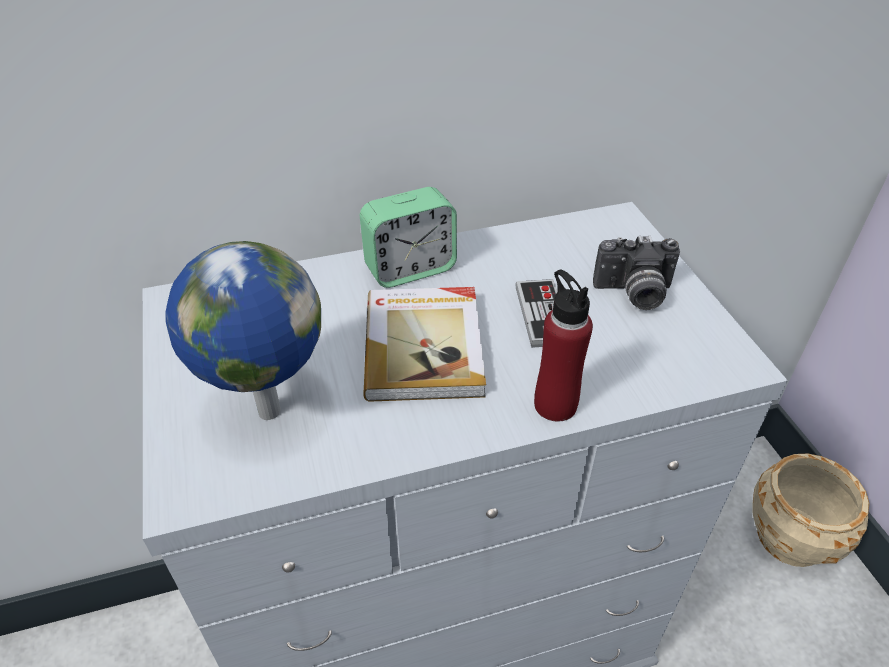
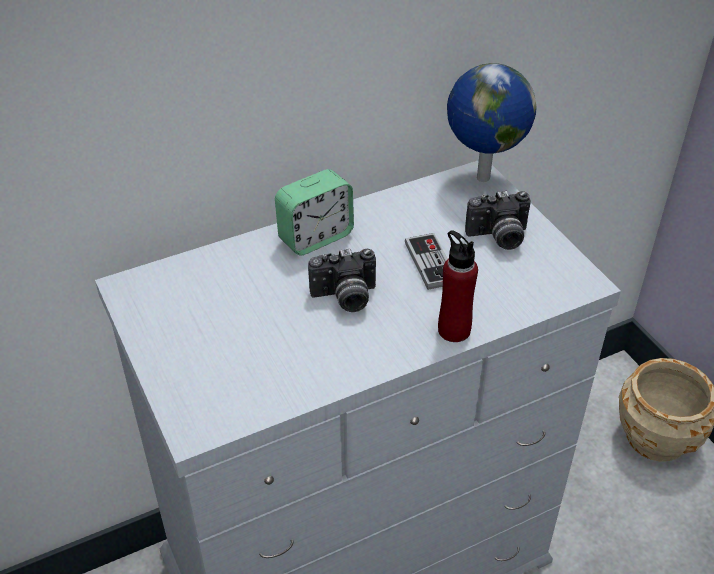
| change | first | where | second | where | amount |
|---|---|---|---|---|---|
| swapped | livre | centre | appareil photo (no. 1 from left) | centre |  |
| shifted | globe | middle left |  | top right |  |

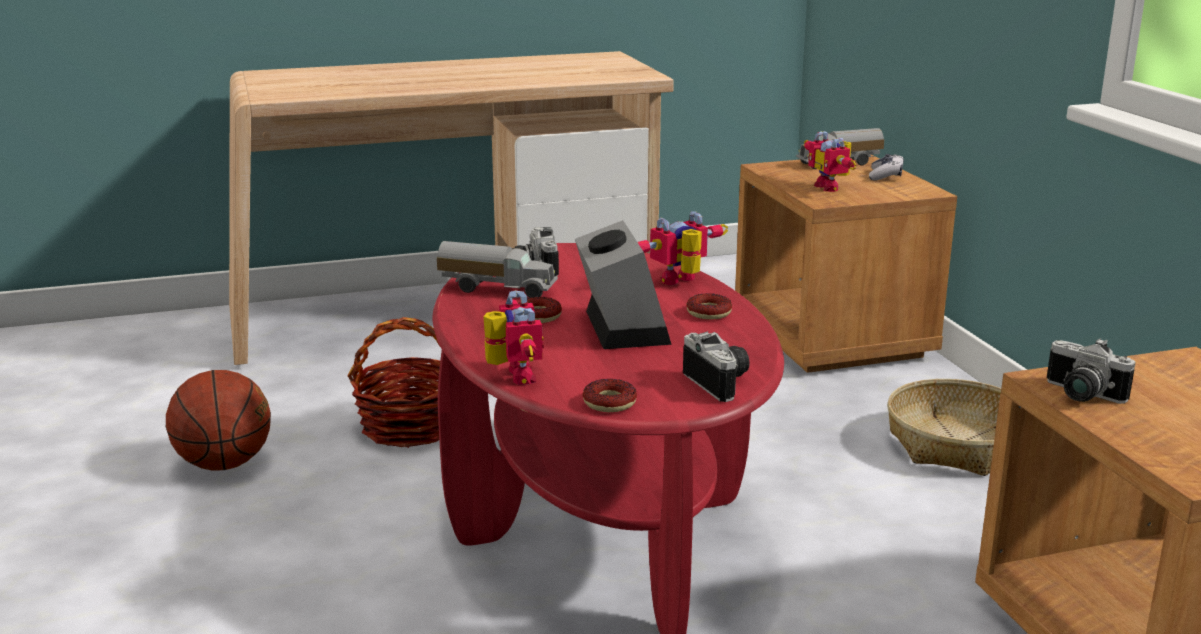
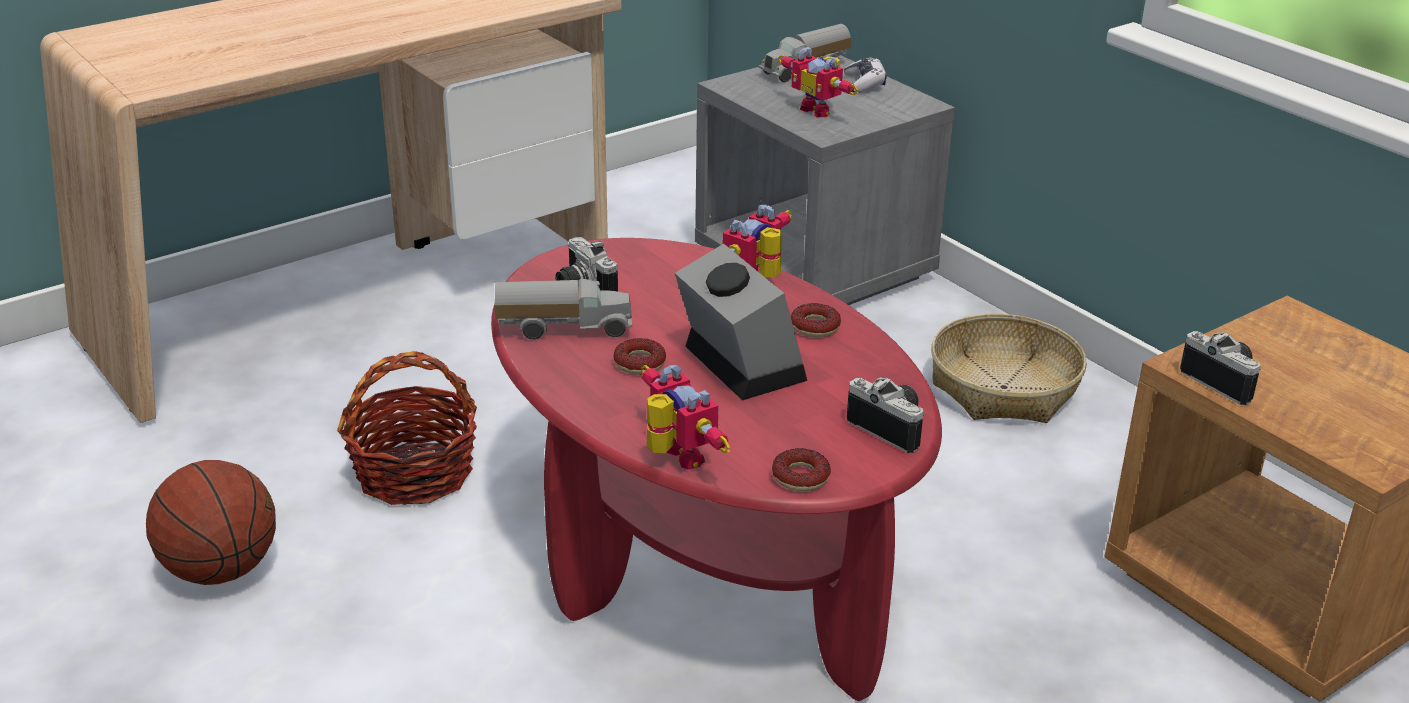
| change | first | where | second | where | amount |
|---|---|---|---|---|---|
| repainted | table de chevet (marron) (no. 1 from left) | middle right | table de chevet (gris) | top centre |  |
| rotated | appareil photo (no. 3 from left) | middle right |  | middle right | 150 degrees counterclockwise |

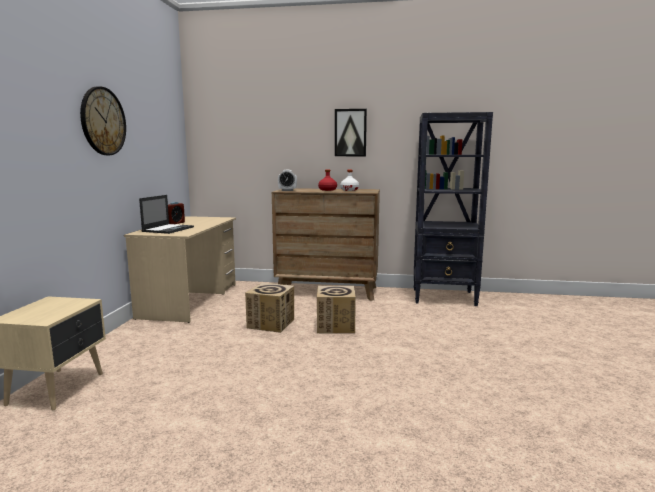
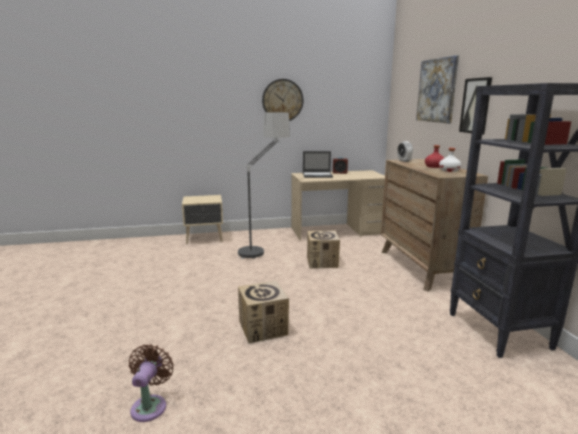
| change | first | where | second | where | amount |
|---|---|---|---|---|---|
| new |  |  | ventilateur (marron) | bottom left |  |
| new |  |  | lampadaire | centre |  |
| shifted | carton (no. 2 from left in the first image) | centre | carton (no. 1 from left) | bottom centre |  |
| new |  |  | tableau (no. 1 from left) | top right |  |

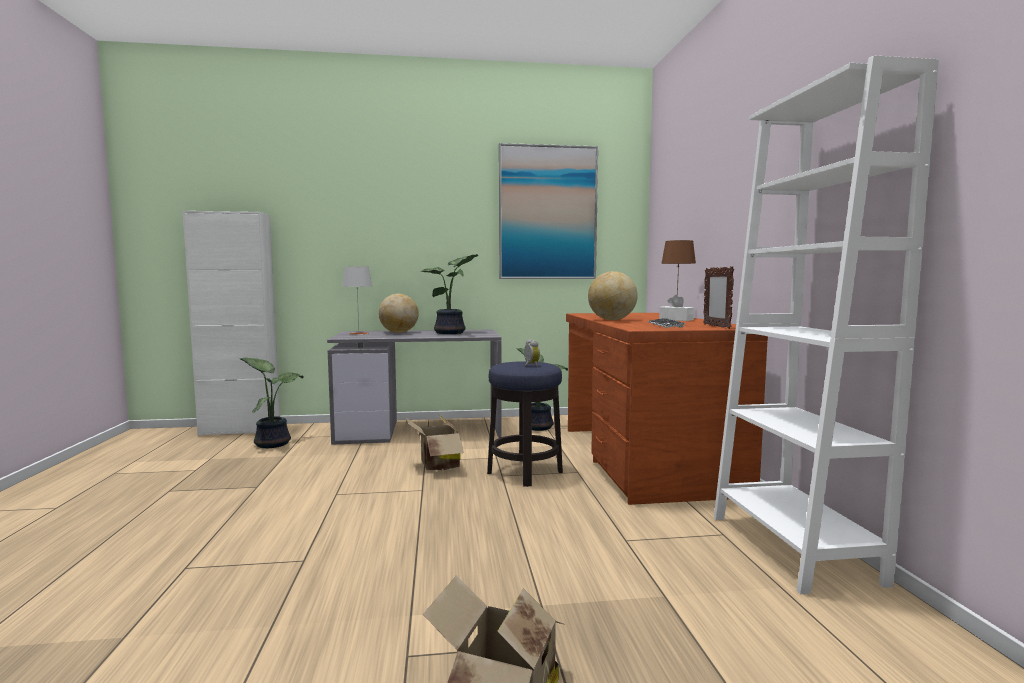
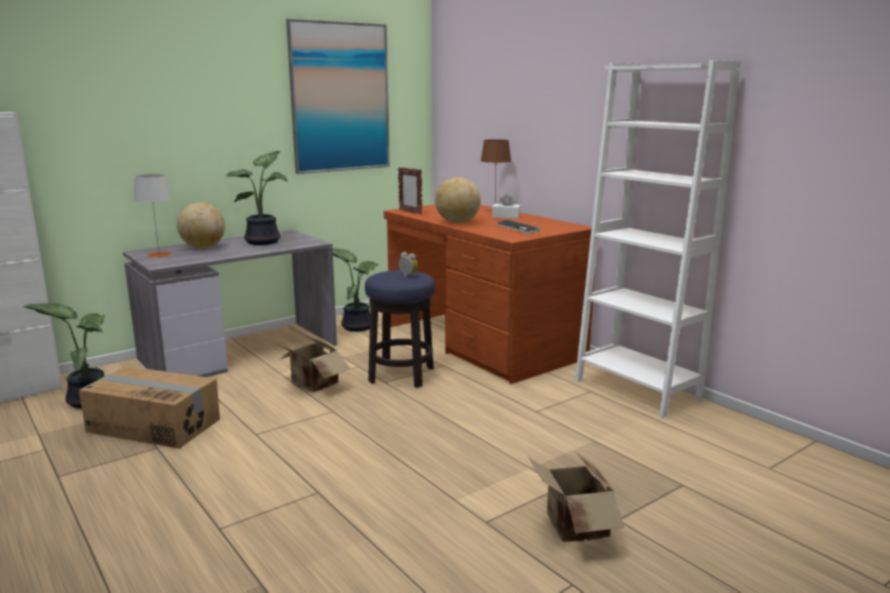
| change | first | where | second | where | amount |
|---|---|---|---|---|---|
| new |  |  | carton (no. 1 from left) | bottom left |  |
| shifted | cadre photo | middle right |  | top centre |  |

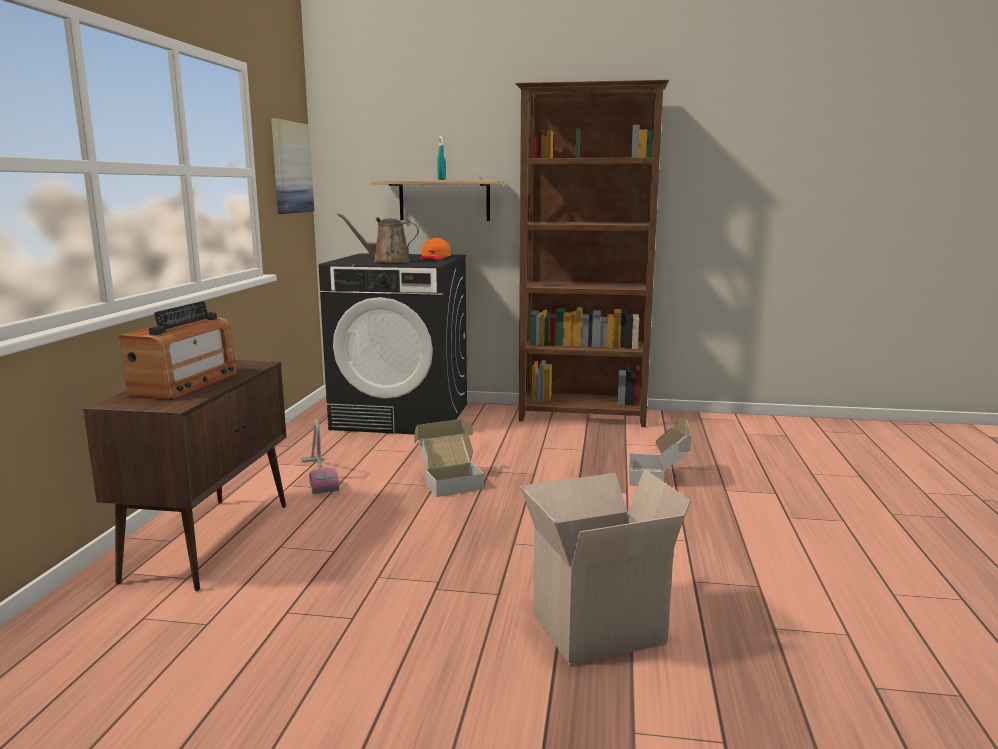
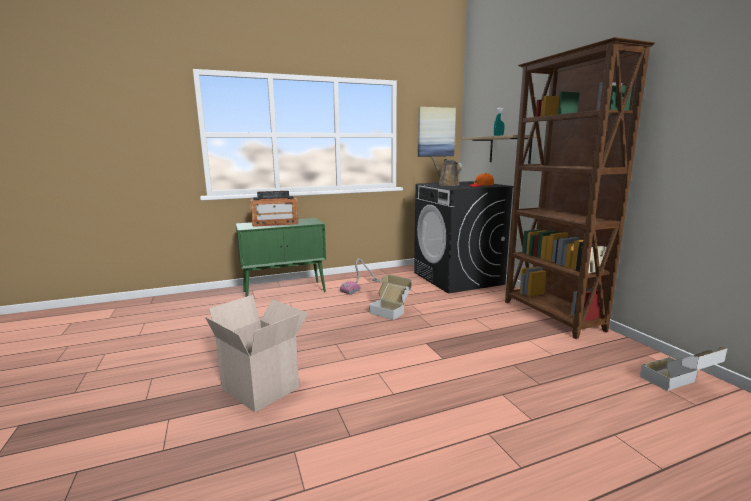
| change | first | where | second | where | amount |
|---|---|---|---|---|---|
| repainted | meuble de rangement (marron) | middle left | meuble de rangement (vert) | centre |  |
| shifted | carton (no. 3 from left) | centre |  | bottom right |  |

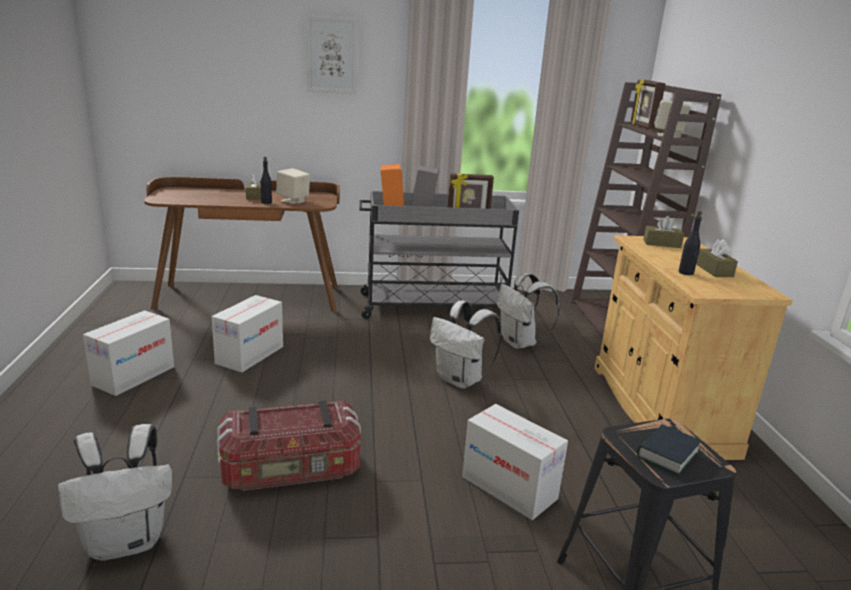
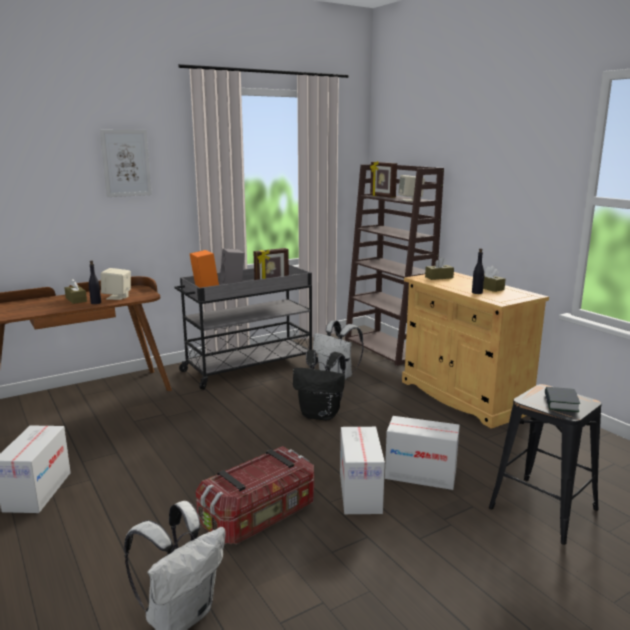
| change | first | where | second | where | amount |
|---|---|---|---|---|---|
| repainted | sac à dos (blanc) (no. 2 from left) | centre | sac à dos (noir) | centre |  |
| shifted | carton (no. 2 from left) | middle left |  | bottom centre |  |

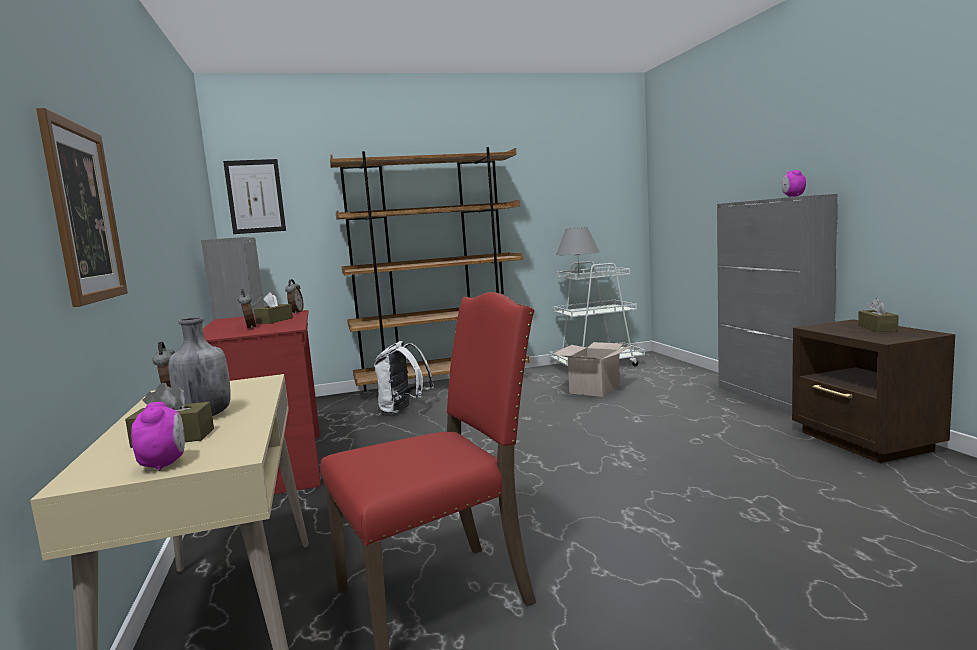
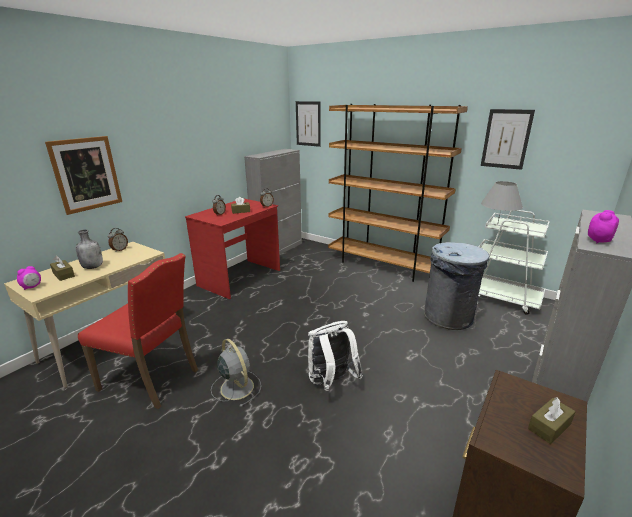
| change | first | where | second | where | amount |
|---|---|---|---|---|---|
| new |  |  | ventilateur (gris) | bottom centre |  |
| shifted | sac à dos (blanc) | centre |  | bottom centre |  |
| swapped | carton | centre | poubelle (gris) | middle right |  |
| new |  |  | tableau (no. 3 from left) | top right |  |

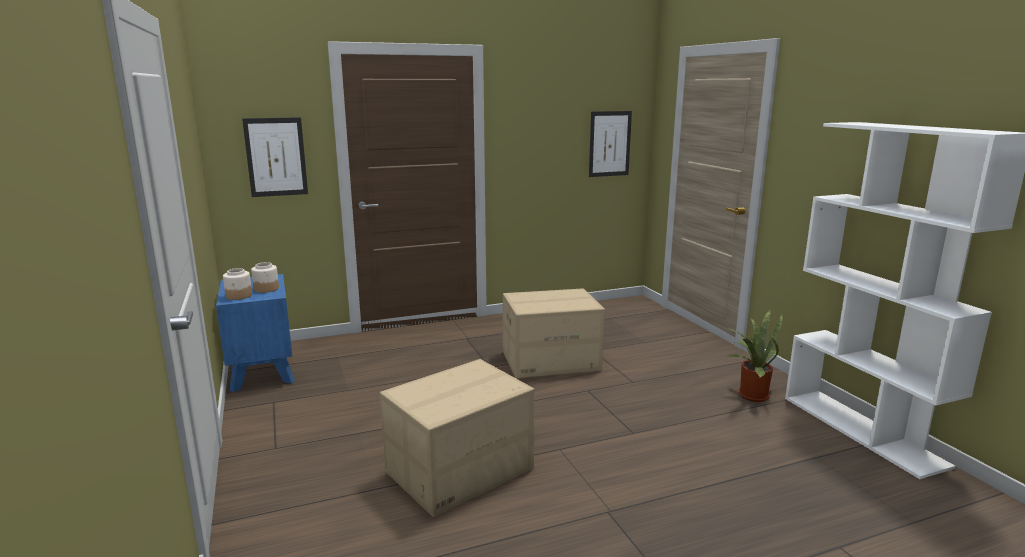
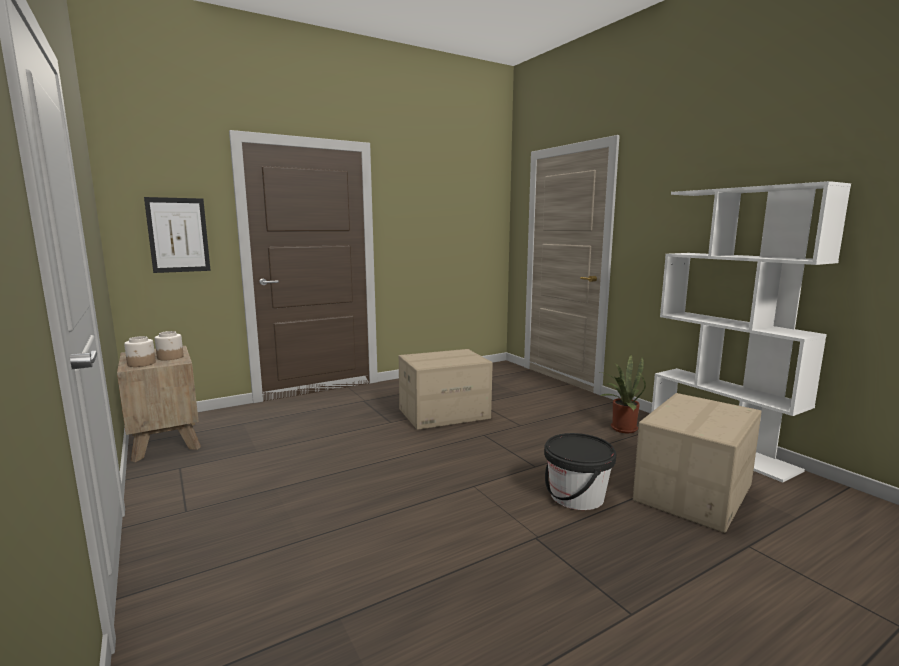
| change | first | where | second | where | amount |
|---|---|---|---|---|---|
| repainted | table de chevet (bleu) | middle left | table de chevet (marron) | middle left |  |
| new |  |  | seau (noir) | bottom centre |  |
| shifted | carton (no. 1 from left in the first image) | bottom centre | carton (no. 2 from left) | bottom right |  |
| gone | tableau (no. 2 from left) | top centre |  |  |  |

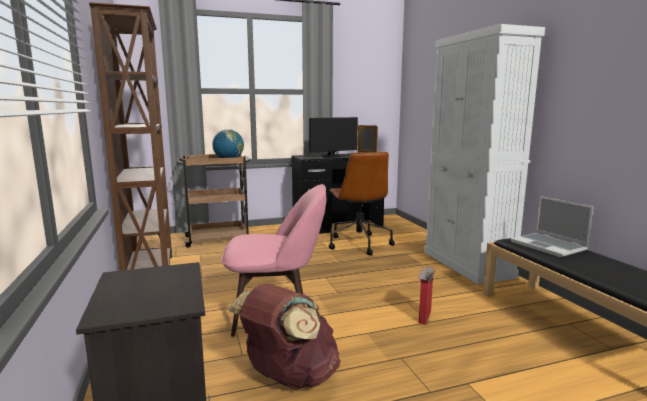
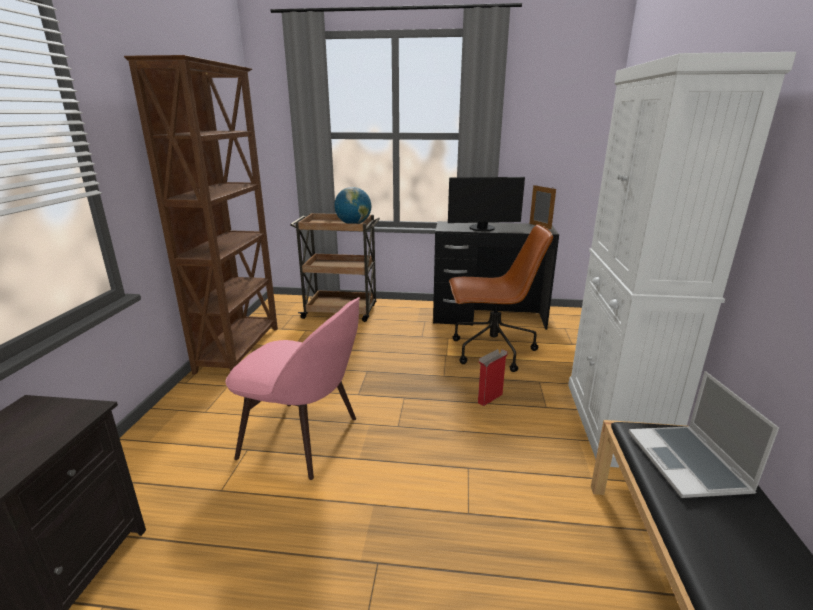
| change | first | where | second | where | amount |
|---|---|---|---|---|---|
| rotated | chaise de bureau (marron) | centre |  | centre | 105 degrees counterclockwise |
| shifted | carton | bottom centre |  | centre |  |
| gone | sac à dos (marron) | bottom centre |  |  |  |

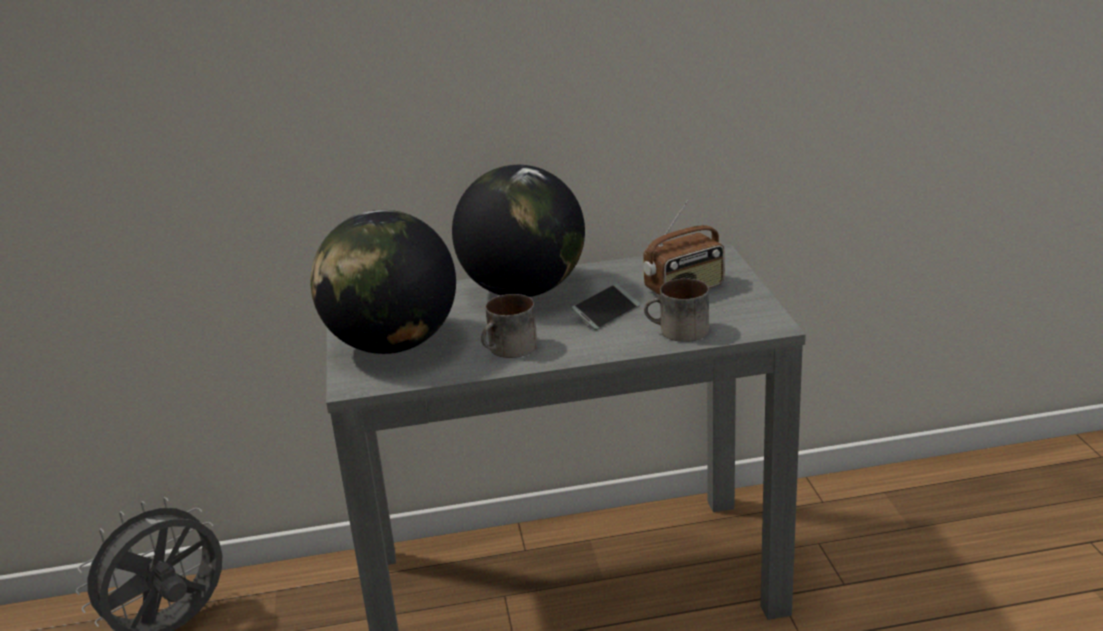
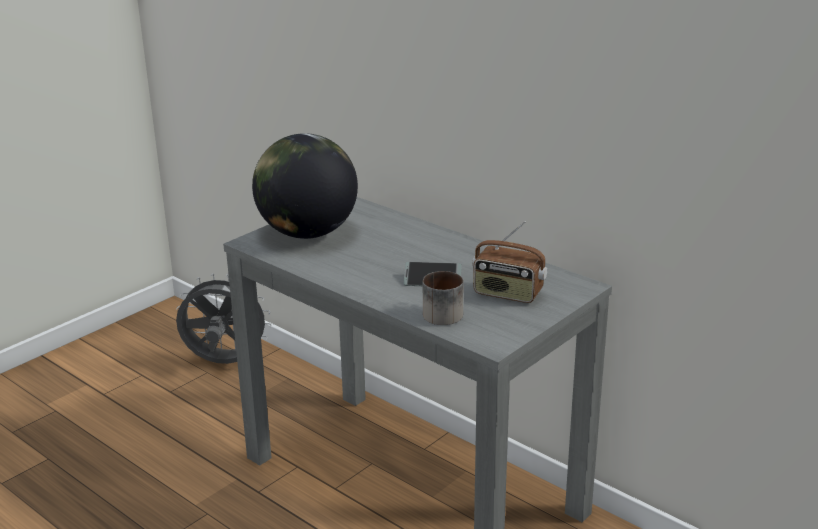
| change | first | where | second | where | amount |
|---|---|---|---|---|---|
| gone | globe (no. 2 from left) | centre |  |  |  |
| gone | mug (no. 1 from left) | centre |  |  |  |

